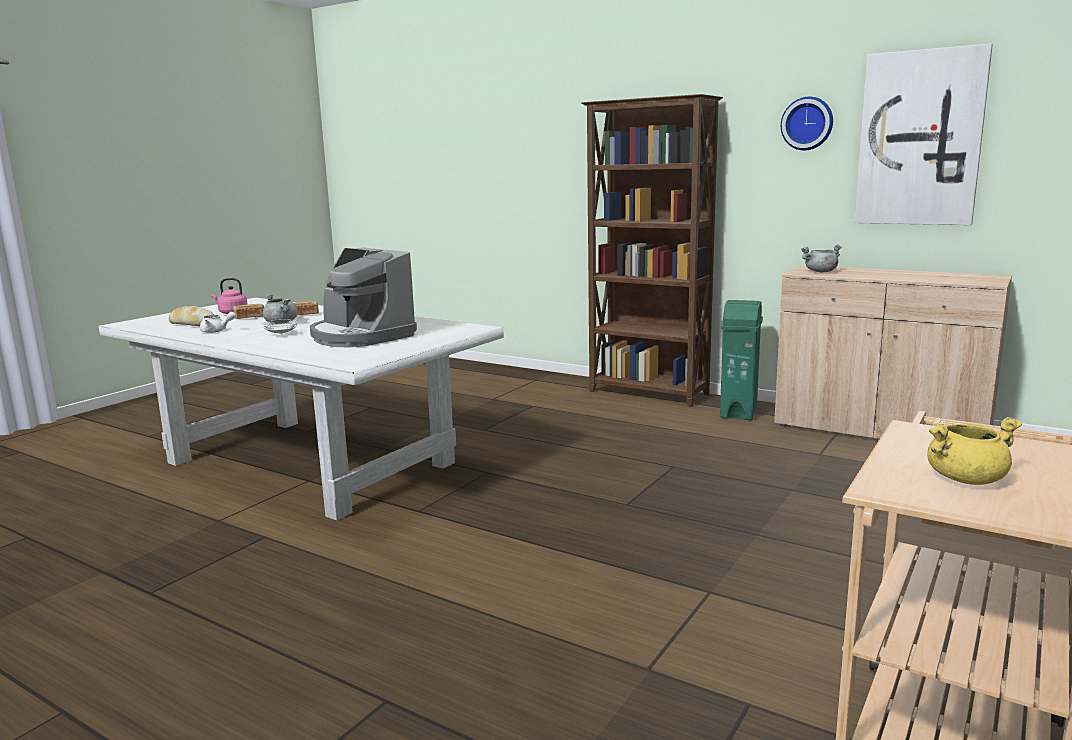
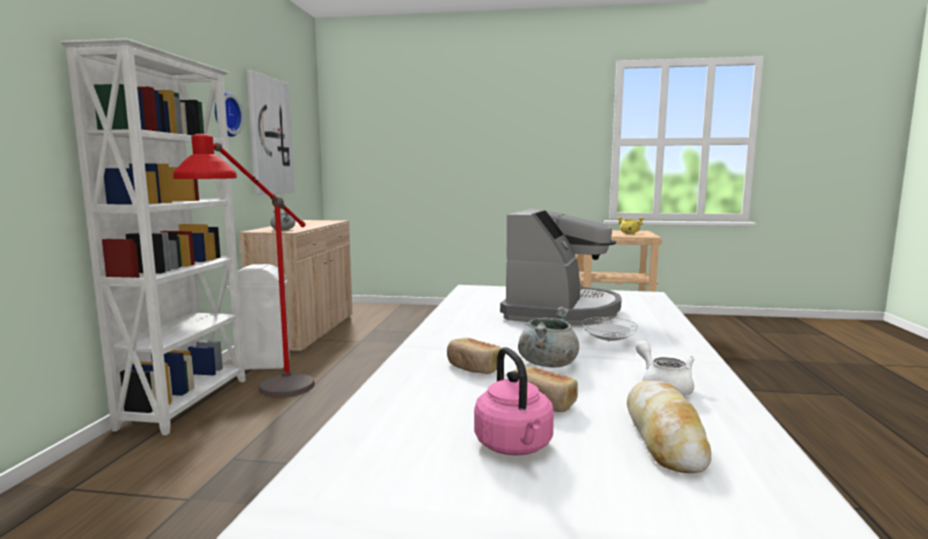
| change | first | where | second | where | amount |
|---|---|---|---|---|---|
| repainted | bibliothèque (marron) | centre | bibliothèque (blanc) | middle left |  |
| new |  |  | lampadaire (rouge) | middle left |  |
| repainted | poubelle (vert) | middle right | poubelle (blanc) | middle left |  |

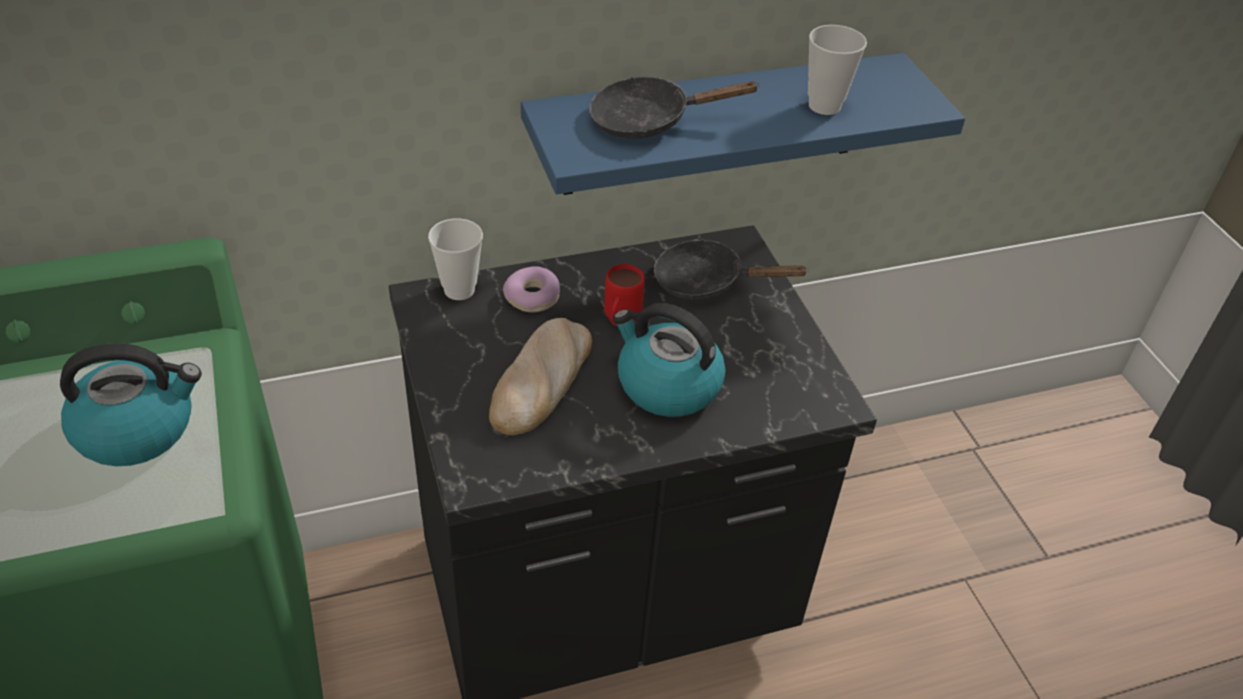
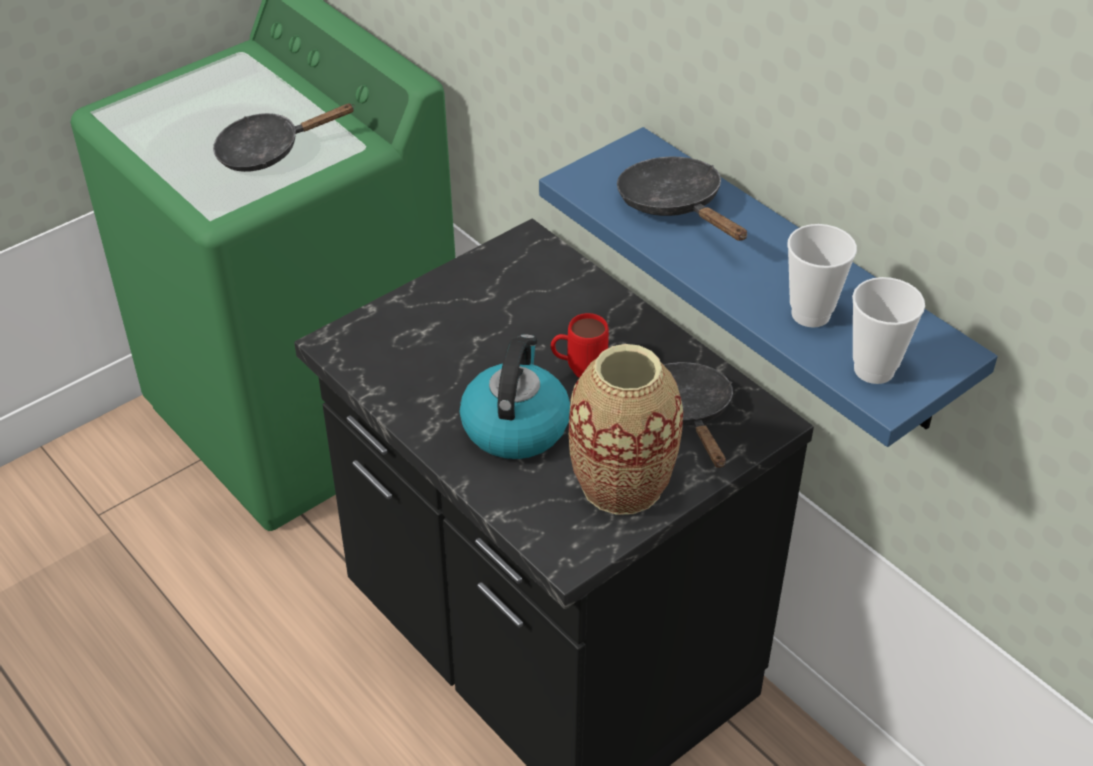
| change | first | where | second | where | amount |
|---|---|---|---|---|---|
| swapped | bouilloire (no. 1 from left) | middle left | poêle (noir) (no. 1 from left) | top left |  |
| new |  |  | vase | centre |  |
| shifted | tasse (no. 1 from left in the first image) | centre | tasse (no. 2 from left) | middle right |  |
| gone | pain | centre |  |  |  |
| gone | beignet | centre |  |  |  |

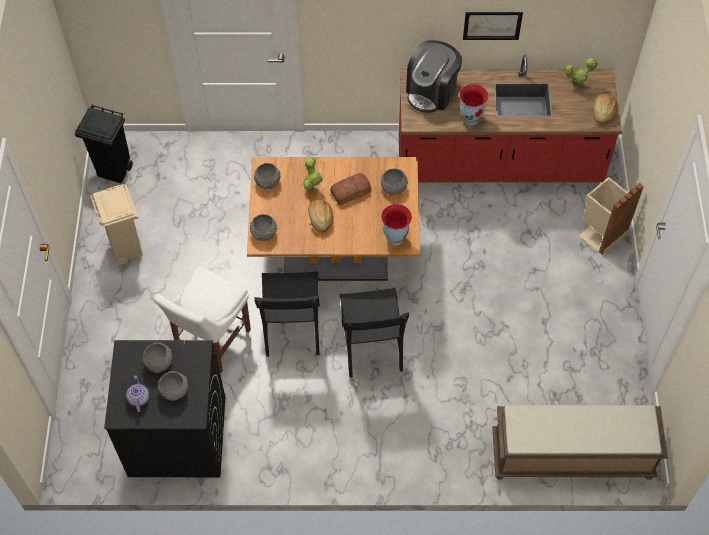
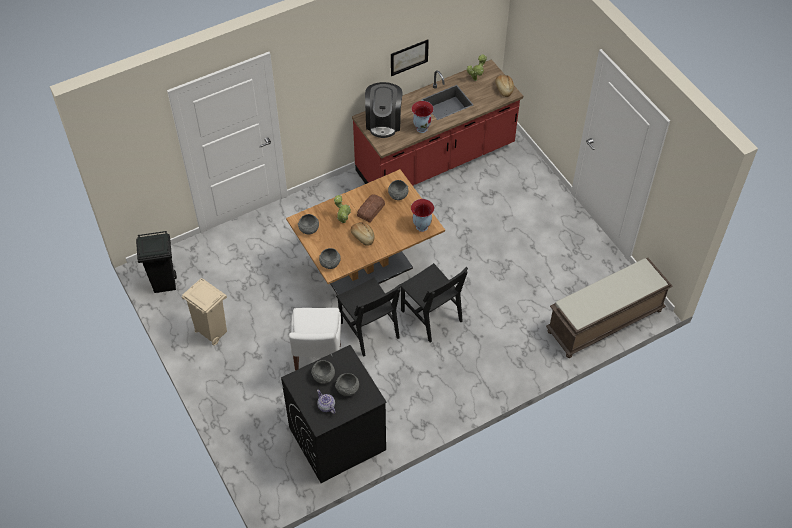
| change | first | where | second | where | amount |
|---|---|---|---|---|---|
| gone | poubelle (beige) (no. 2 from left) | middle right |  |  |  |

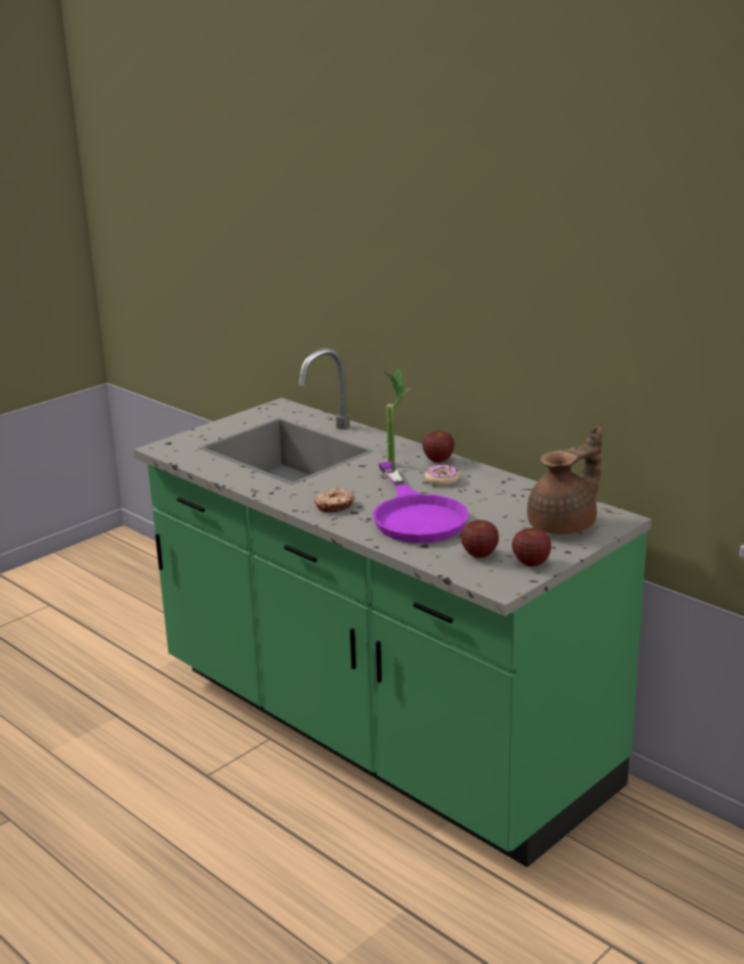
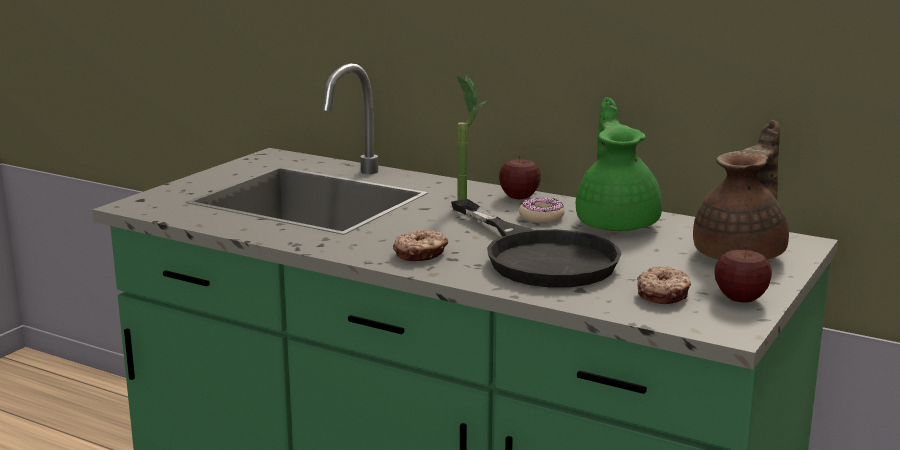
| change | first | where | second | where | amount |
|---|---|---|---|---|---|
| repainted | poêle (violet) | centre | poêle (noir) | centre |  |
| new |  |  | théière (vert) | middle right |  |
| swapped | pomme (no. 2 from left) | centre | beignet (no. 3 from left) | middle right |  |

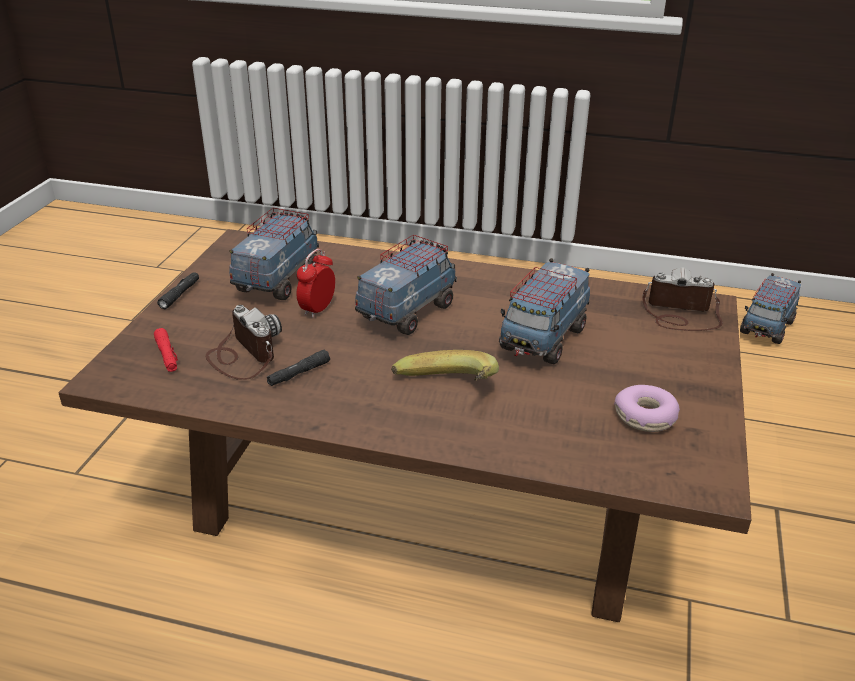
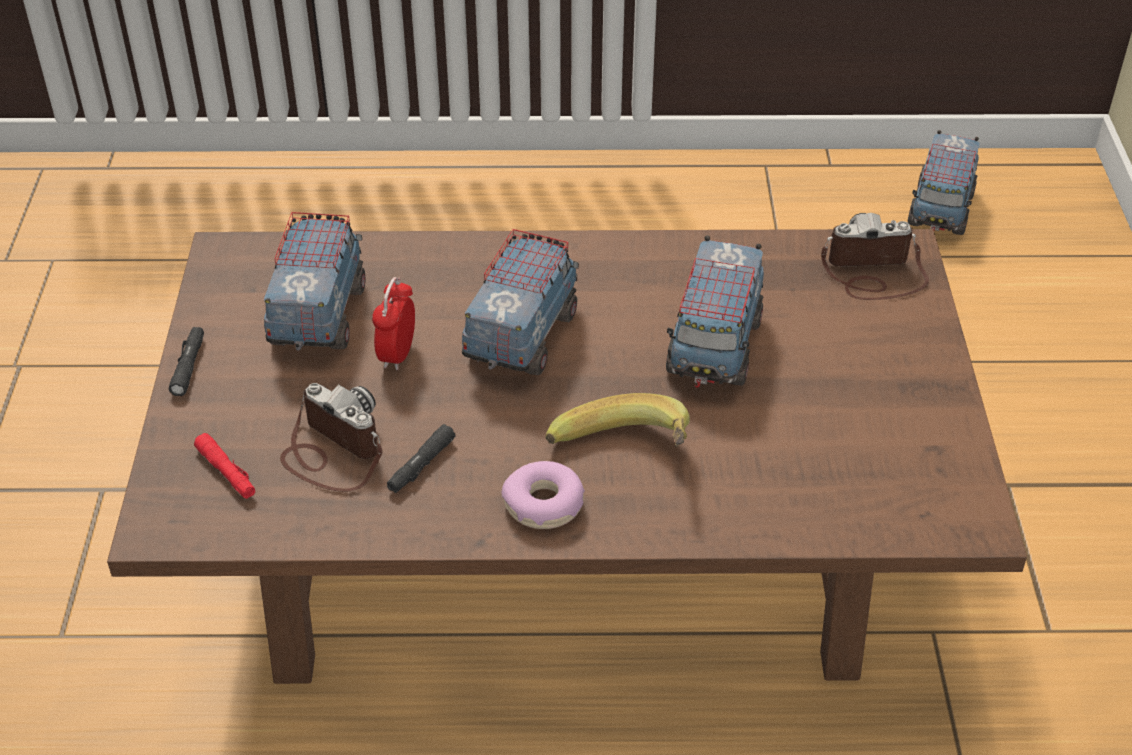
| change | first | where | second | where | amount |
|---|---|---|---|---|---|
| shifted | beignet | middle right |  | centre |  |

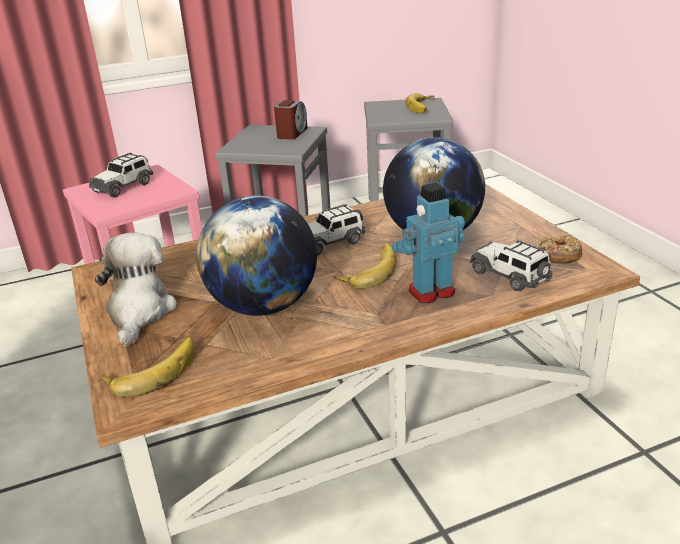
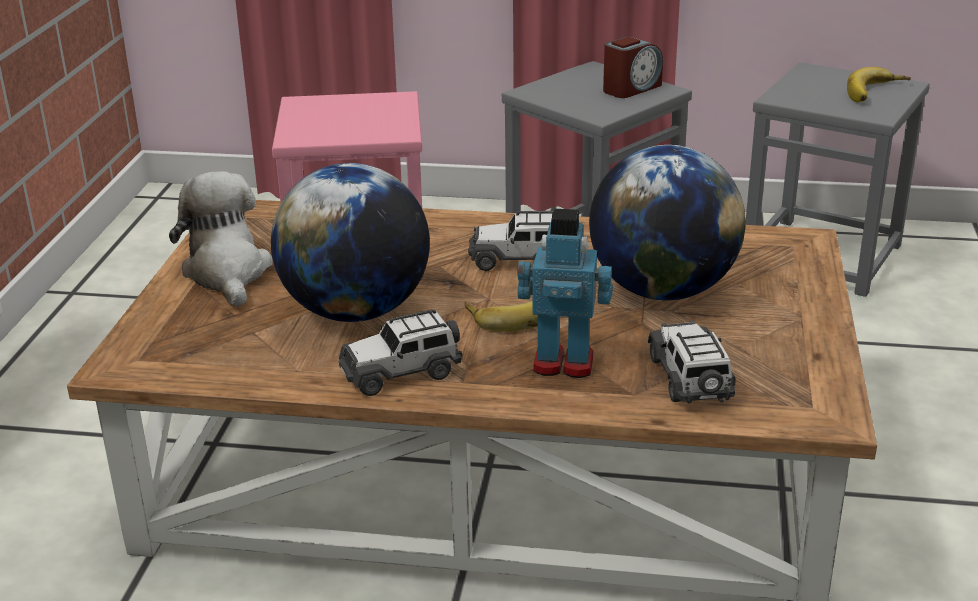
| change | first | where | second | where | amount |
|---|---|---|---|---|---|
| rotated | peluche | middle left |  | middle left | 45 degrees counterclockwise |
| shifted | petite voiture (no. 1 from left) | top left |  | centre |  |
| gone | banane (no. 1 from left) | bottom left |  |  |  |
| gone | beignet | middle right |  |  |  |

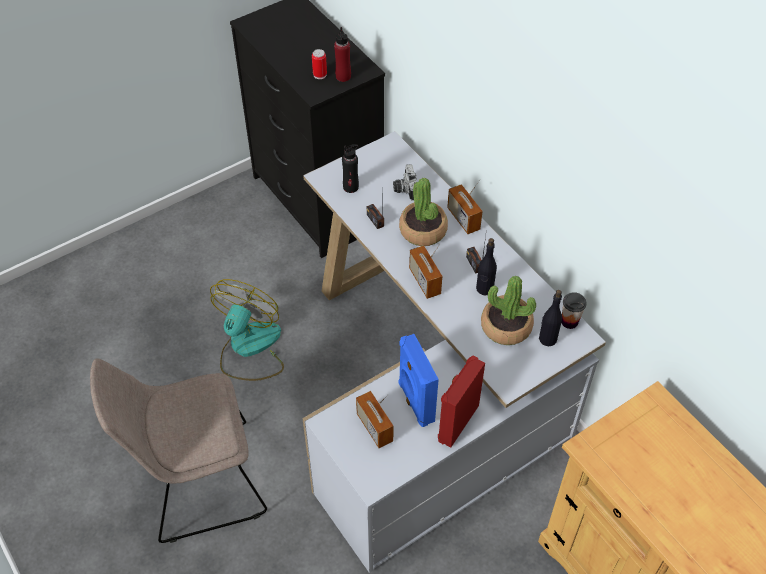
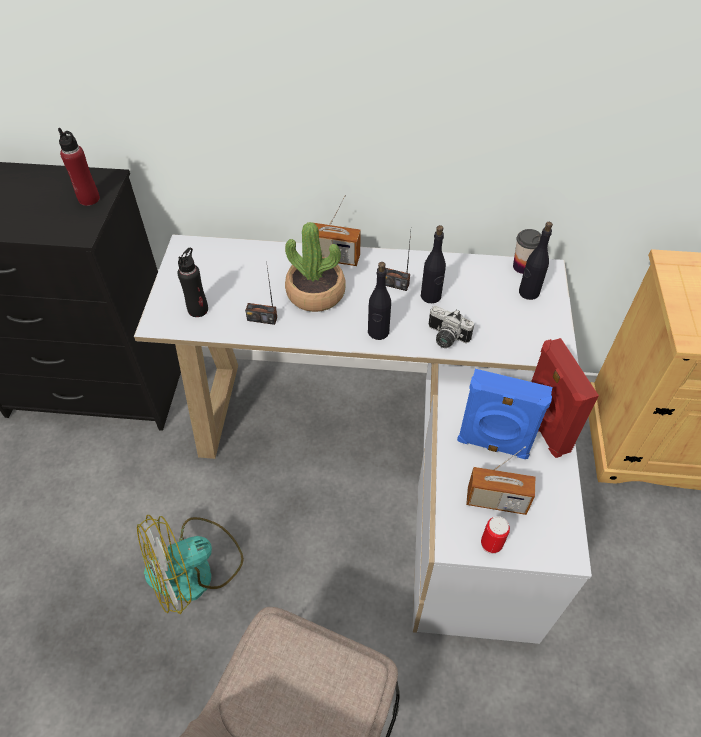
| change | first | where | second | where | amount |
|---|---|---|---|---|---|
| rotated | ventilateur | middle left |  | bottom left | 90 degrees counterclockwise |
| swapped | radio (no. 3 from left) | centre | bouteille (noir) (no. 2 from left) | centre |  |
| shifted | appareil photo | top centre |  | centre |  |
| shifted | boîte métallique | top centre |  | bottom right |  |
| gone | plante en pot (no. 2 from left) | centre |  |  |  |

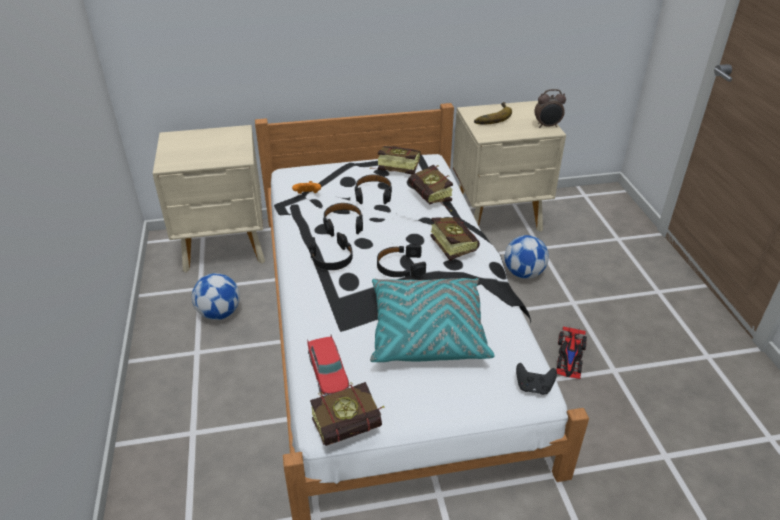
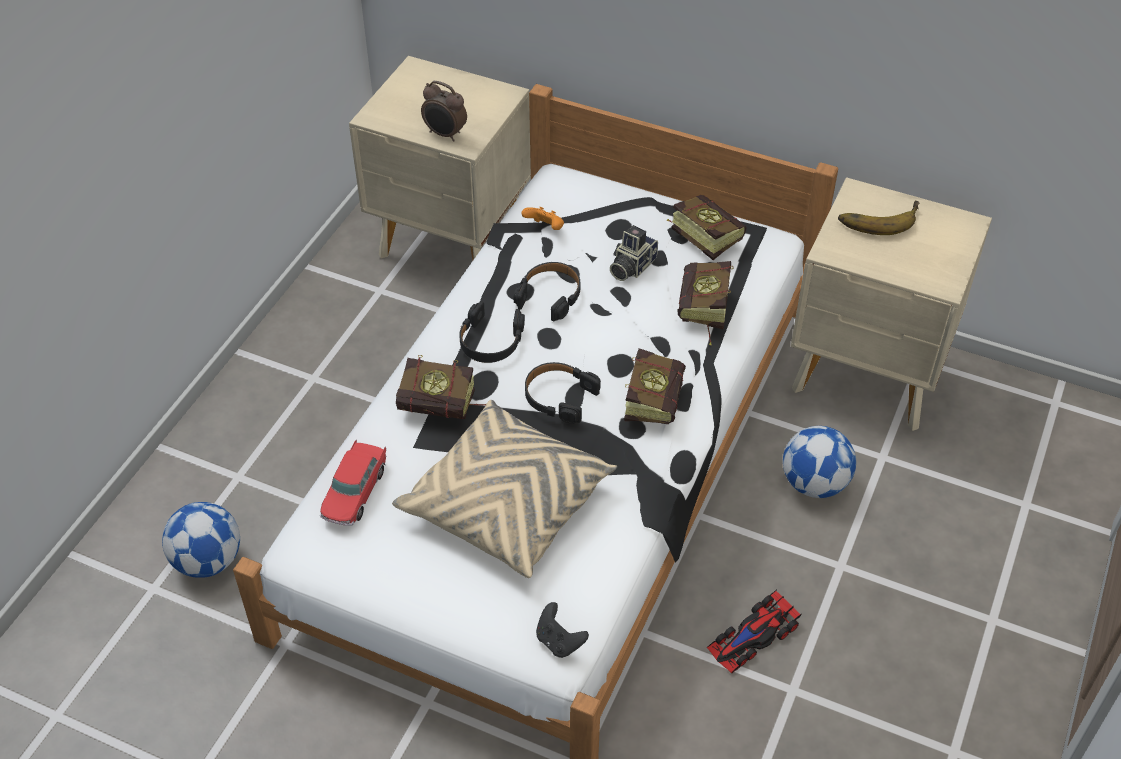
| change | first | where | second | where | amount |
|---|---|---|---|---|---|
| shifted | ballon de foot (no. 1 from left) | middle left |  | bottom left |  |
| repainted | coussin (turquoise) | centre | coussin (beige) | centre |  |
| shifted | livre (no. 1 from left) | bottom centre |  | centre |  |
| shifted | réveil | top right |  | top centre |  |
| swapped | casque audio (noir) (no. 3 from left) | centre | appareil photo | centre |  |

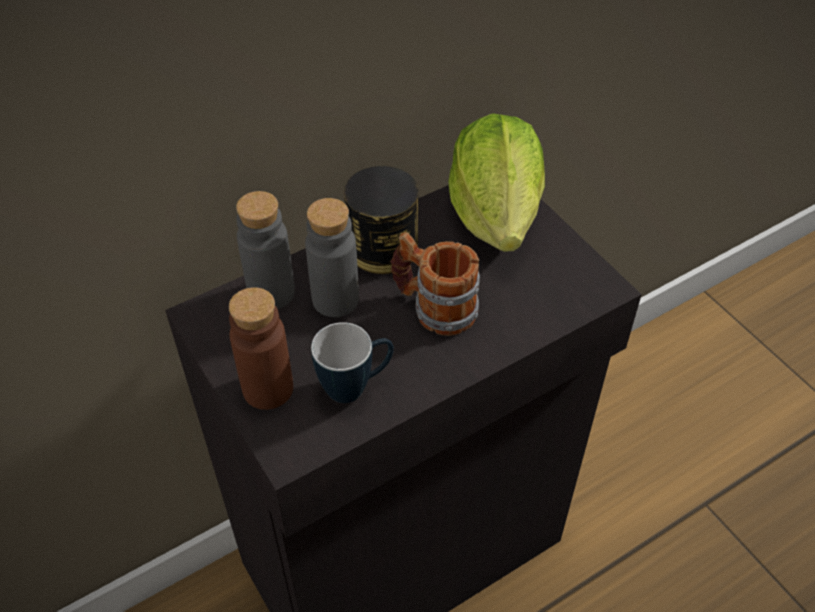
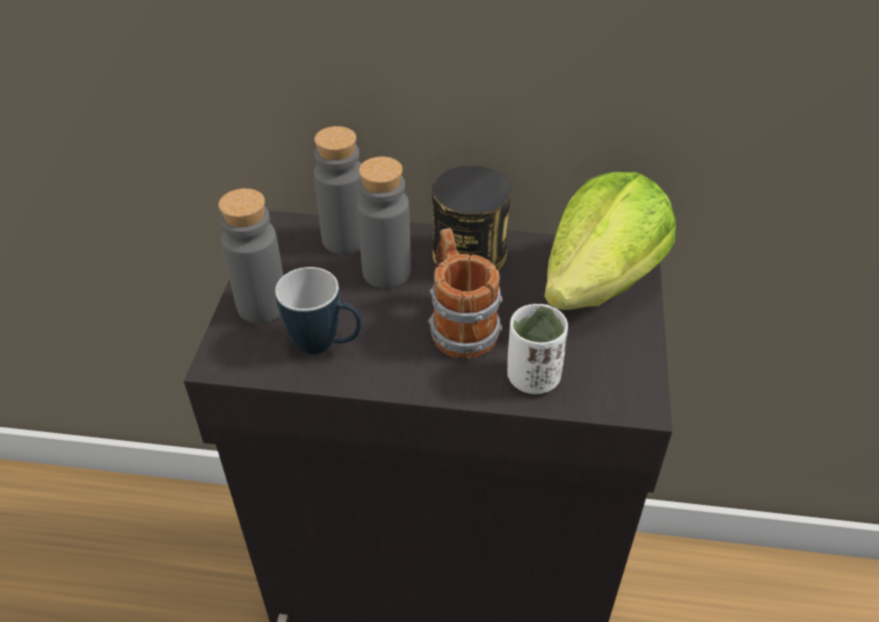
| change | first | where | second | where | amount |
|---|---|---|---|---|---|
| repainted | bouteille (marron) | middle left | bouteille (gris) (no. 1 from left) | middle left |  |
| new |  |  | tasse (blanc) | centre |  |

